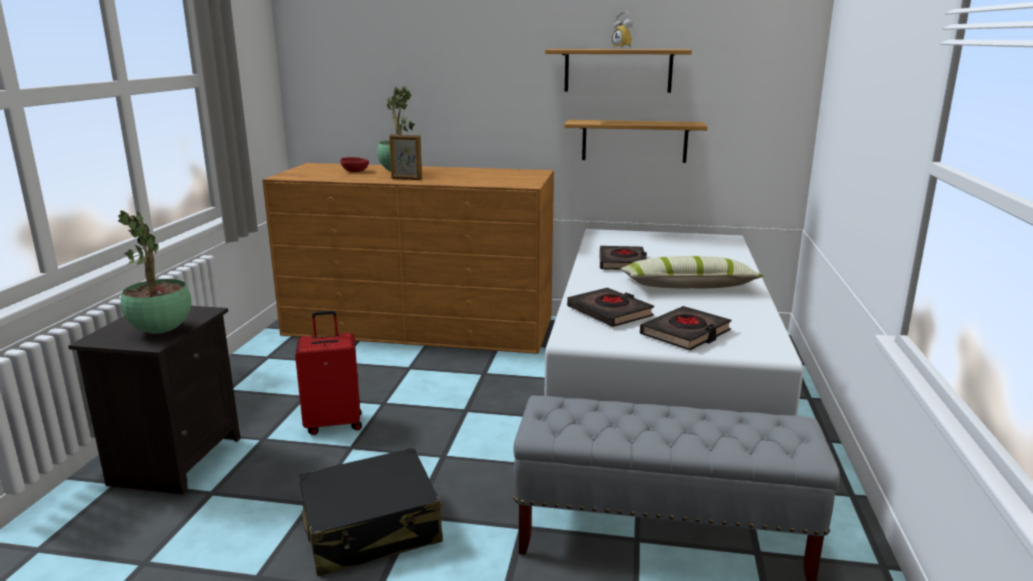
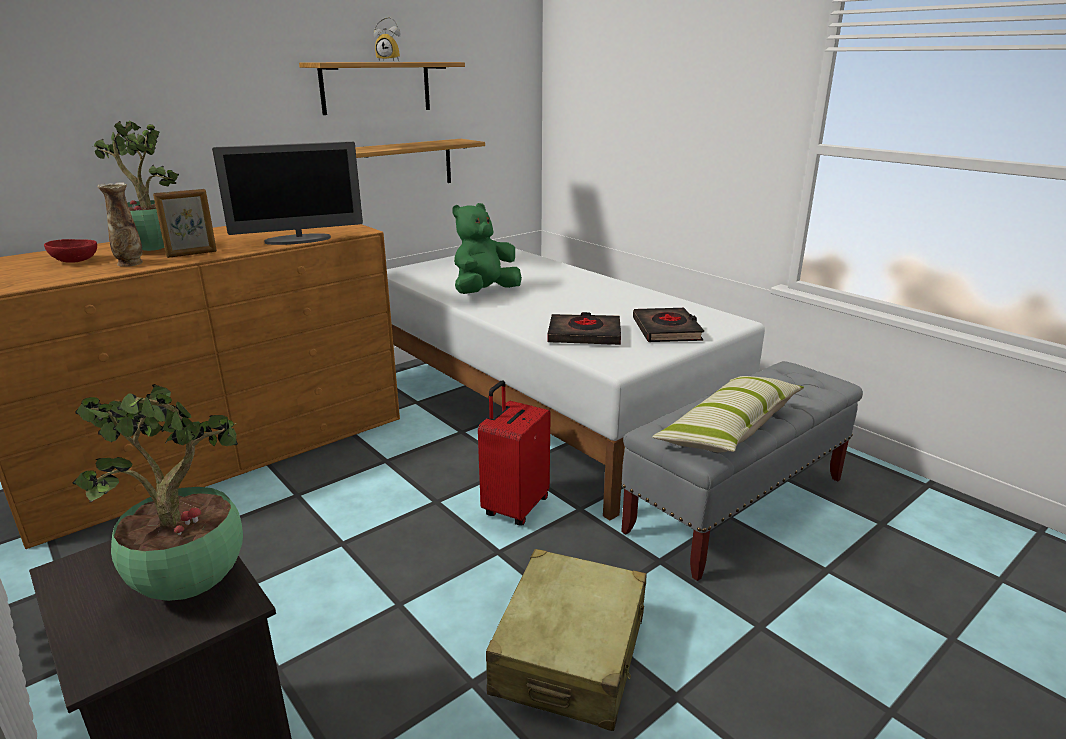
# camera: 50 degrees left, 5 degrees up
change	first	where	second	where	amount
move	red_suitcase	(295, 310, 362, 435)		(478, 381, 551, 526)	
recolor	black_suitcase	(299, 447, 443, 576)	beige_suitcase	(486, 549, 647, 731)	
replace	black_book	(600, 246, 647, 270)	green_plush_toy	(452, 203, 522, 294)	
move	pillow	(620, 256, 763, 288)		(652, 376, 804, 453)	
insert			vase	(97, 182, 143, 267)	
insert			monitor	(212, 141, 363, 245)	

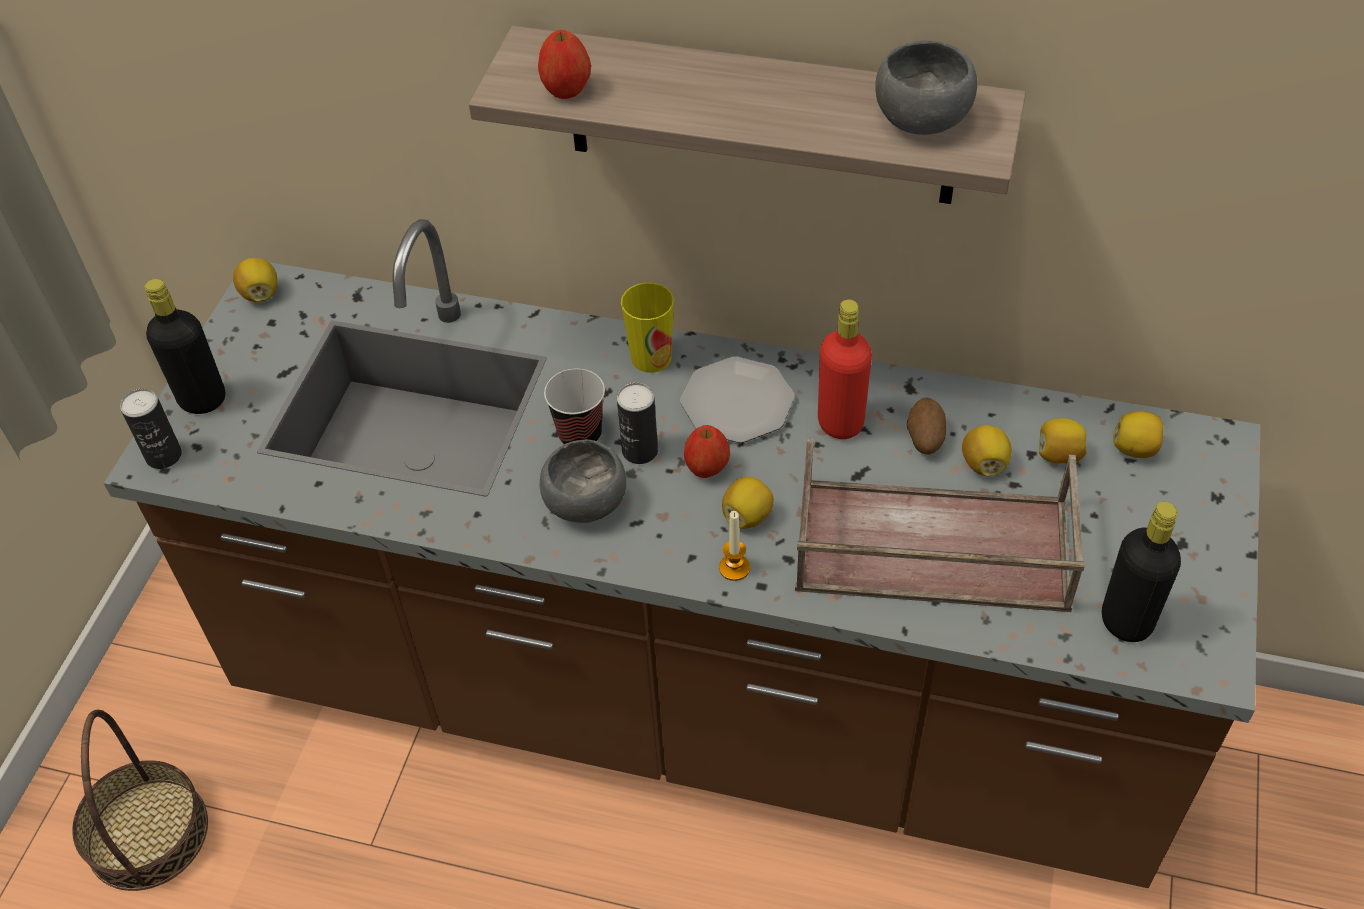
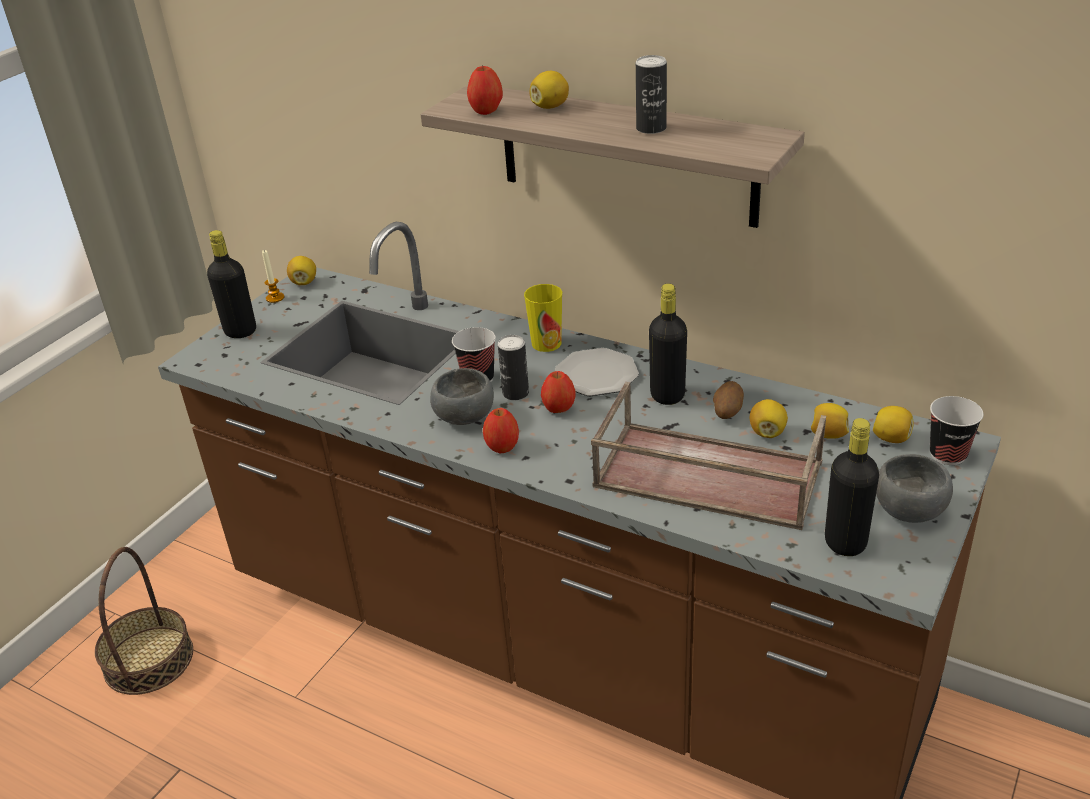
# camera: 15 degrees right, 15 degrees down
change	first	where	second	where	amount
move	can	(120, 389, 182, 469)		(636, 55, 667, 134)	
move	candle	(719, 511, 750, 581)		(262, 250, 284, 303)	
move	lemon	(722, 477, 774, 529)		(529, 71, 569, 109)	
recolor	red_bottle	(818, 299, 872, 439)	black_bottle	(649, 284, 687, 405)	
move	grey_bowl	(875, 40, 977, 135)		(876, 454, 953, 523)	
insert			apple	(483, 408, 519, 453)	
insert			cup	(930, 396, 984, 465)	

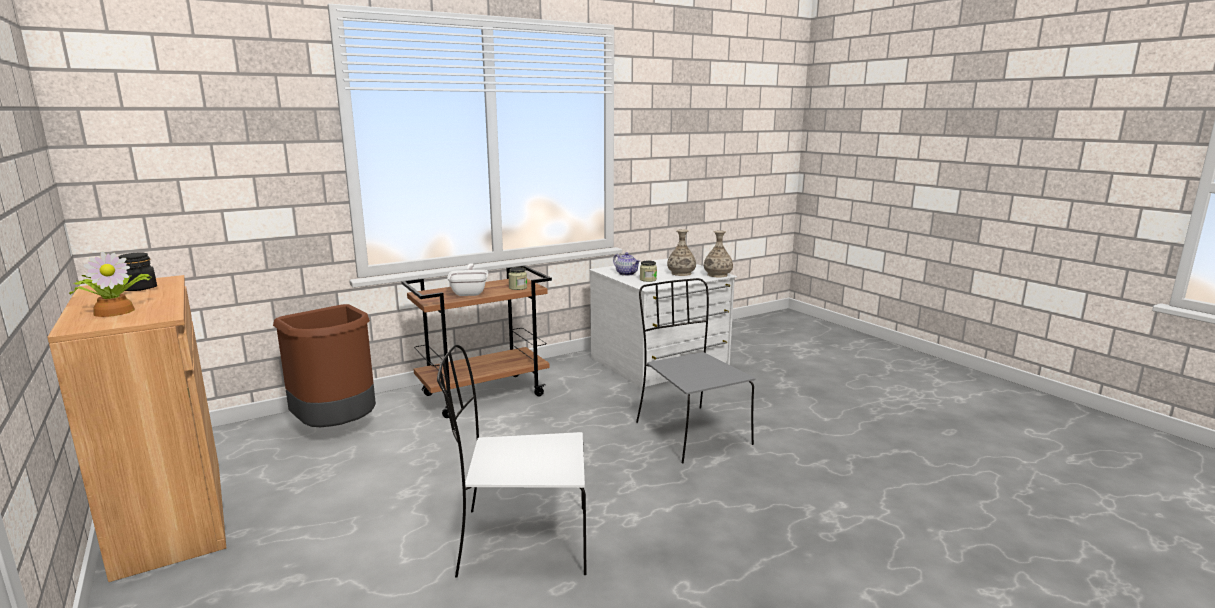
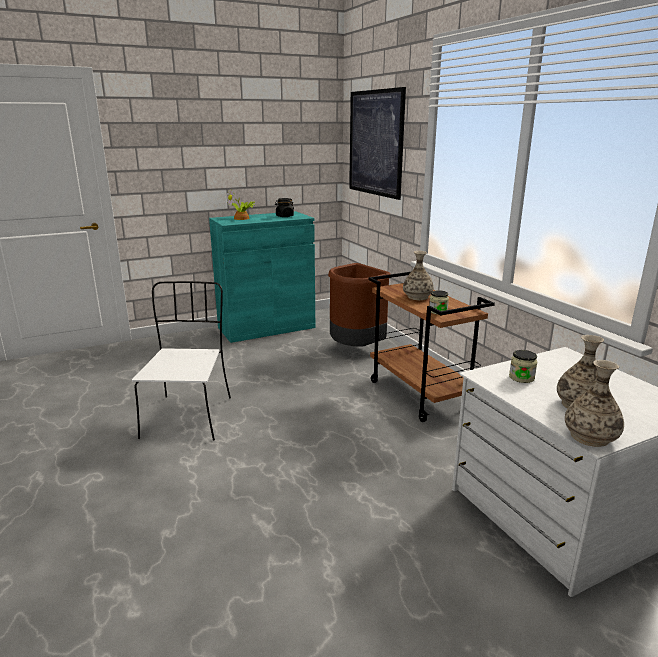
# camera: 95 degrees right, 5 degrees up
change	first	where	second	where	amount
recolor	brown_cabinet	(47, 275, 226, 582)	turquoise_cabinet	(209, 211, 315, 343)	
replace	frying_pan	(447, 263, 488, 296)	vase	(403, 251, 434, 300)	
delete	teapot	(613, 252, 640, 276)			
delete	grey_chair	(636, 278, 756, 463)			
insert			picture	(349, 87, 406, 200)	

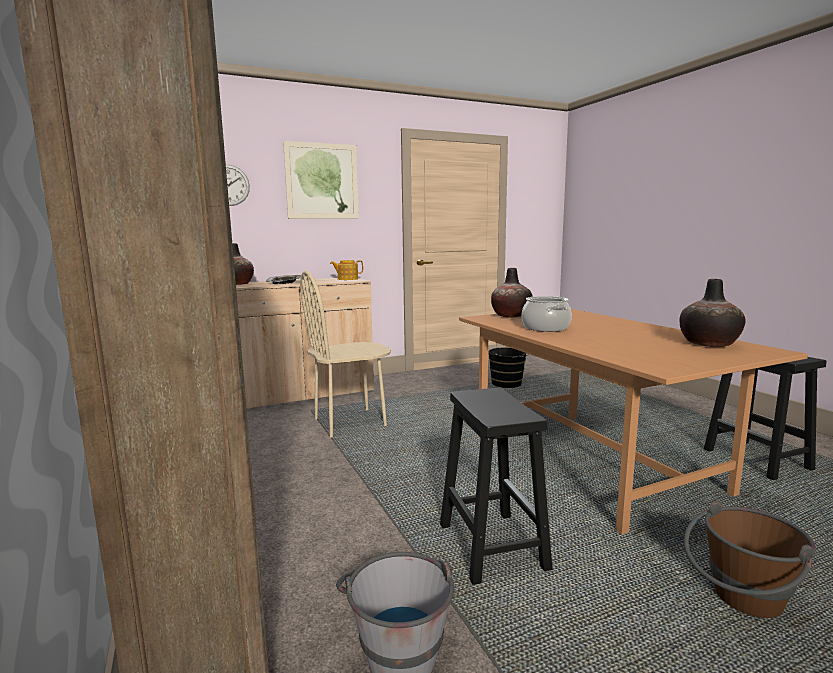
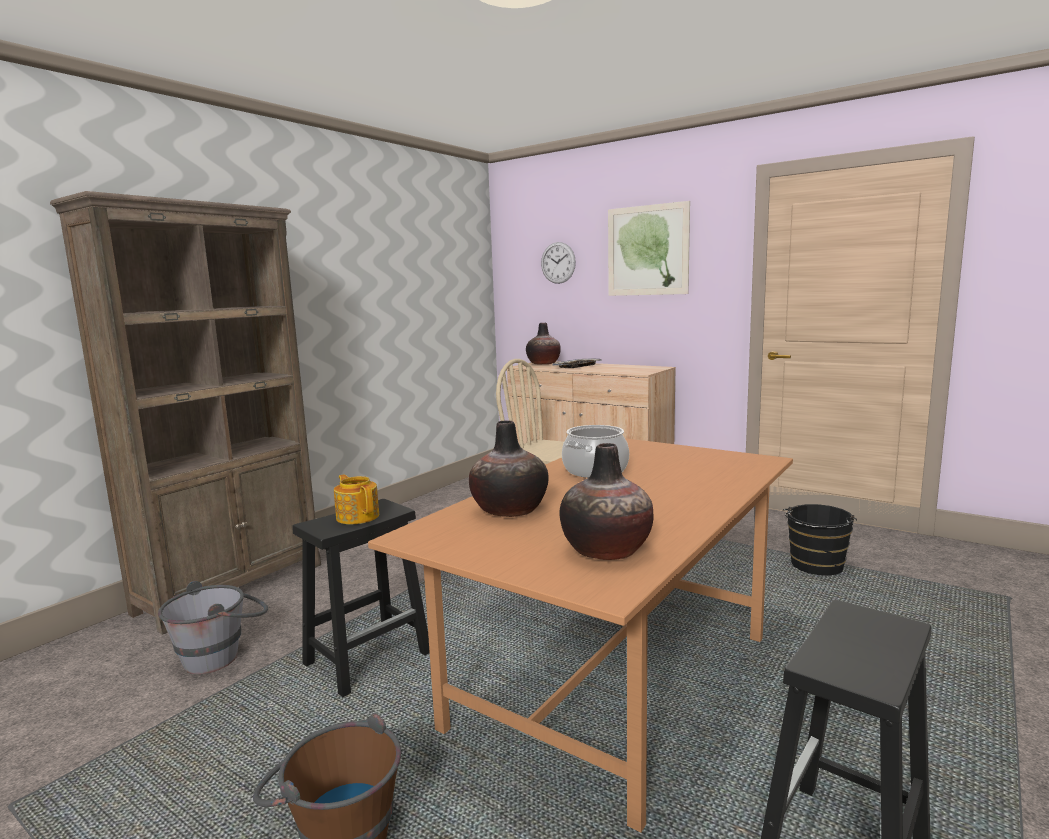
# camera: 60 degrees right, 0 degrees up
change	first	where	second	where	amount
move	teapot	(330, 260, 363, 280)		(334, 474, 379, 524)	
move	vase	(491, 268, 533, 318)		(469, 420, 549, 517)	

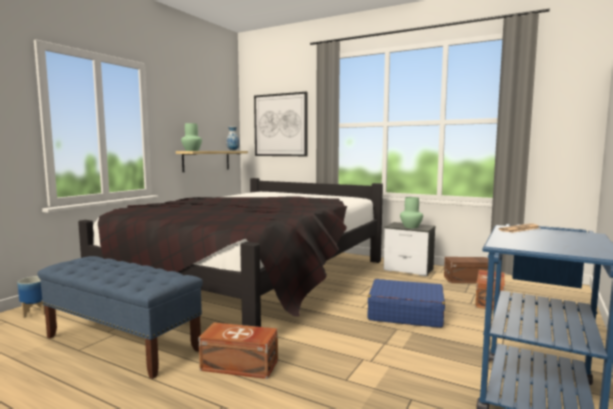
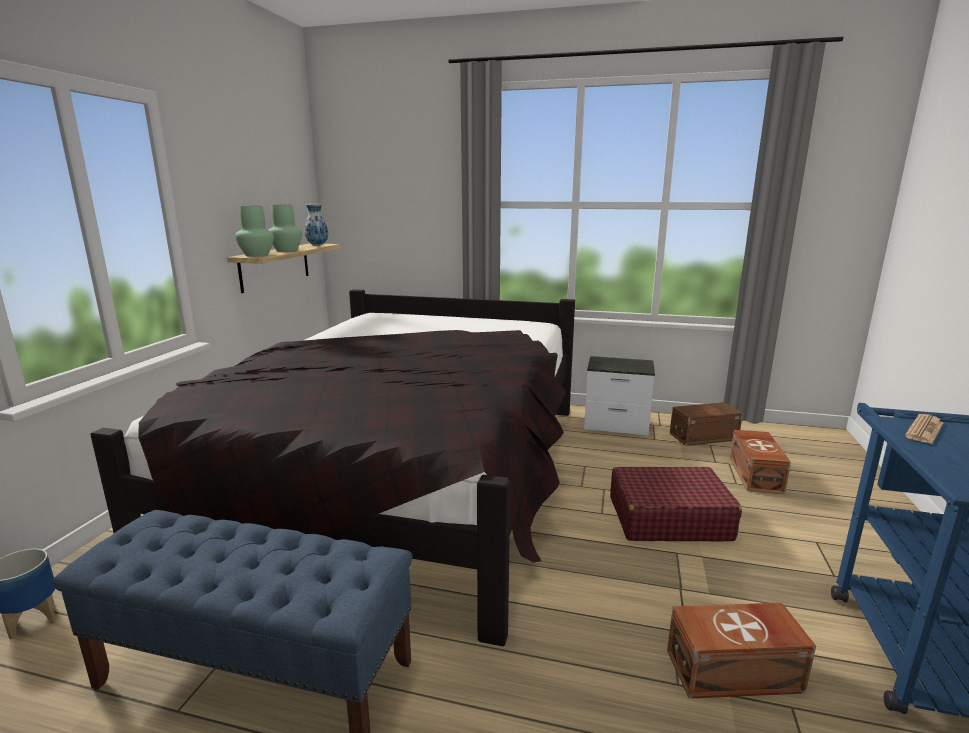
# camera: 15 degrees left, 10 degrees up
change	first	where	second	where	amount
move	brown_storage_box	(198, 323, 278, 379)		(667, 602, 816, 699)	
delete	picture	(254, 92, 308, 156)			
recolor	blue_suitcase	(367, 279, 445, 328)	red_suitcase	(610, 467, 742, 541)	
move	green_vase	(400, 197, 423, 228)		(268, 205, 303, 252)	

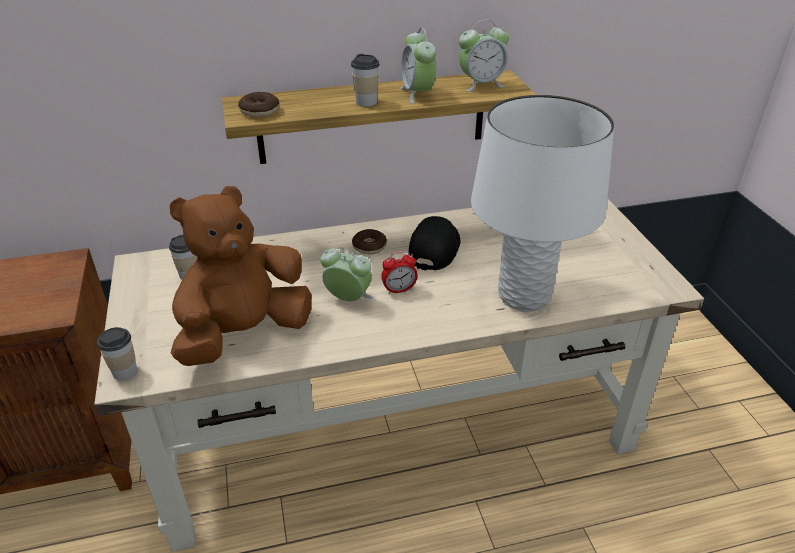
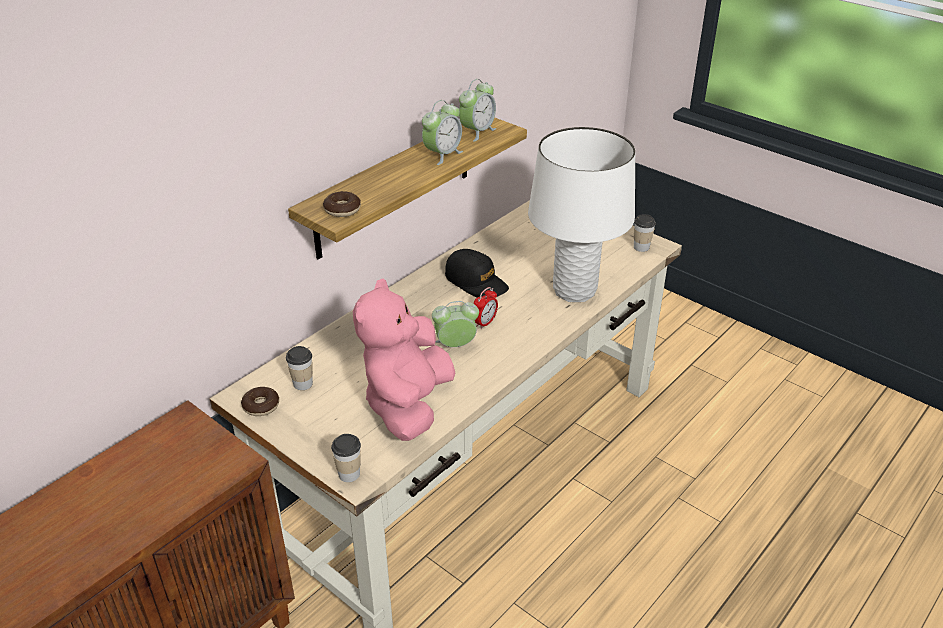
# camera: 35 degrees left, 0 degrees up
change	first	where	second	where	amount
recolor	brown_plush_toy	(170, 186, 312, 366)	pink_plush_toy	(353, 279, 455, 441)	
move	cup	(351, 54, 380, 107)		(634, 214, 656, 252)	
move	donut	(352, 229, 387, 254)		(241, 387, 279, 416)	
rotate	alarm_clock	(400, 28, 436, 104)		(422, 100, 463, 165)	90 degrees counterclockwise
rotate	black_cap	(409, 216, 460, 271)		(445, 249, 509, 297)	150 degrees clockwise

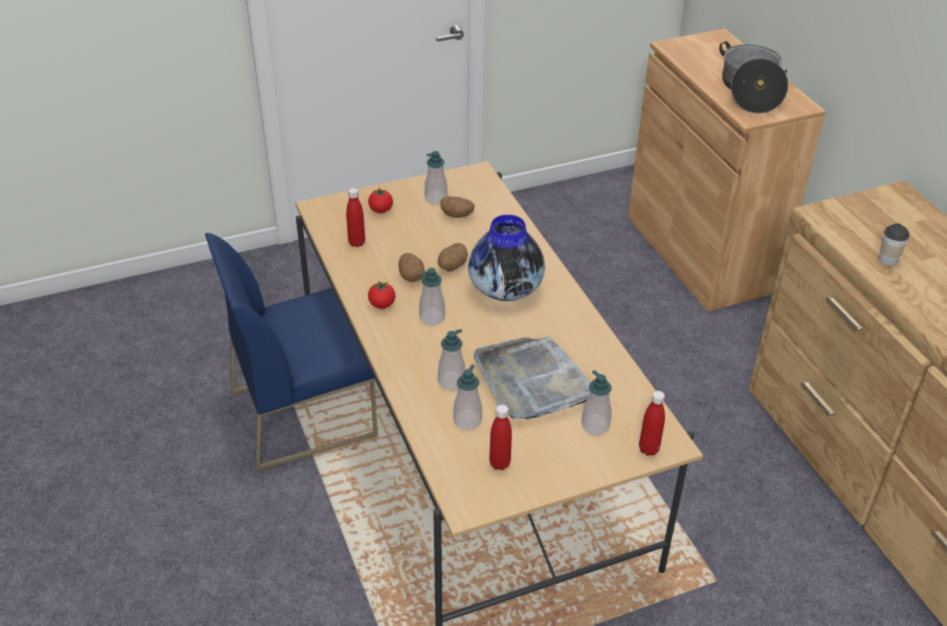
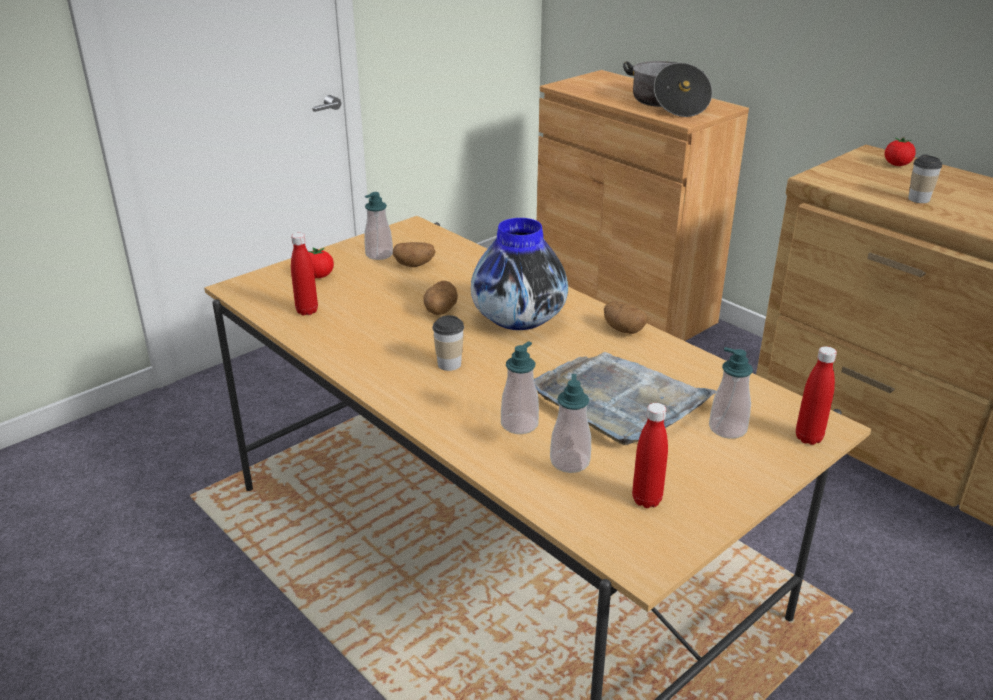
# camera: 20 degrees left, 10 degrees down
change	first	where	second	where	amount
delete	blue_chair	(205, 233, 378, 471)			
move	tomato	(368, 280, 395, 309)		(884, 137, 916, 166)	
move	potato	(399, 253, 425, 282)		(604, 301, 647, 334)	
replace	soap_dispenser	(419, 268, 445, 325)	cup	(433, 315, 464, 371)	

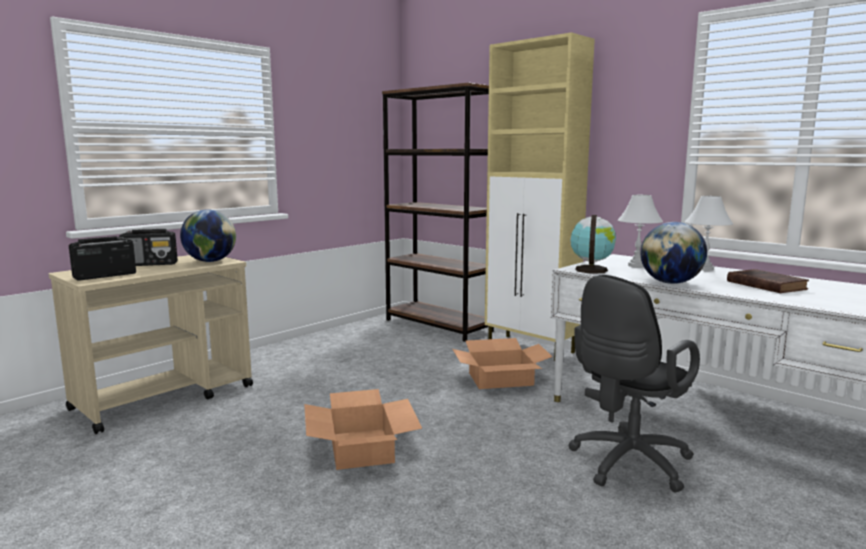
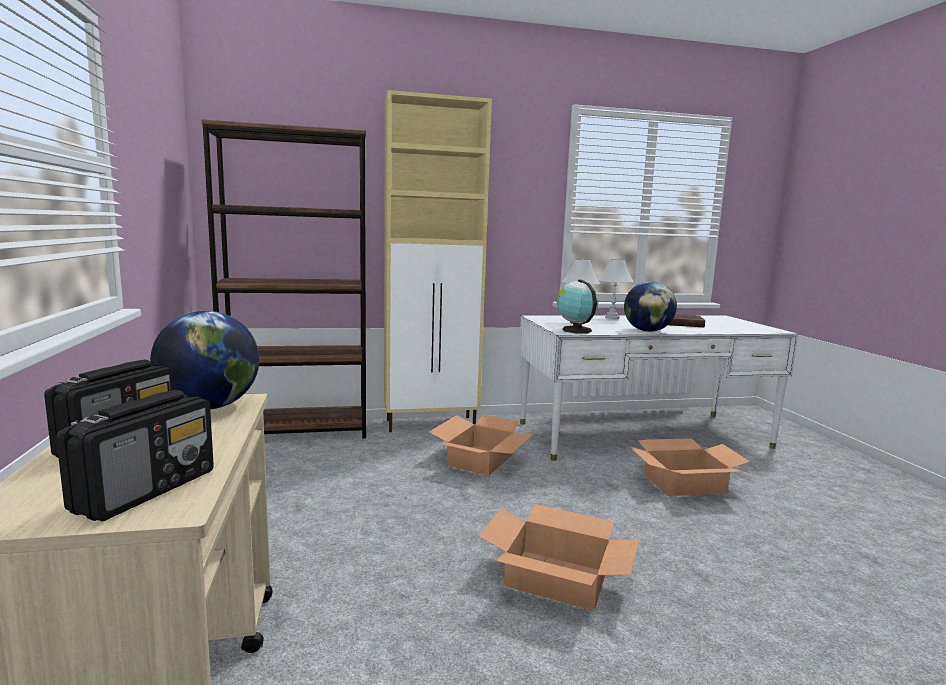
# camera: 55 degrees left, 0 degrees up
change	first	where	second	where	amount
rotate	radio	(69, 236, 136, 281)		(56, 390, 214, 521)	150 degrees counterclockwise
replace	black_office_chair	(568, 275, 700, 493)	cardboard_box	(629, 438, 750, 496)	

